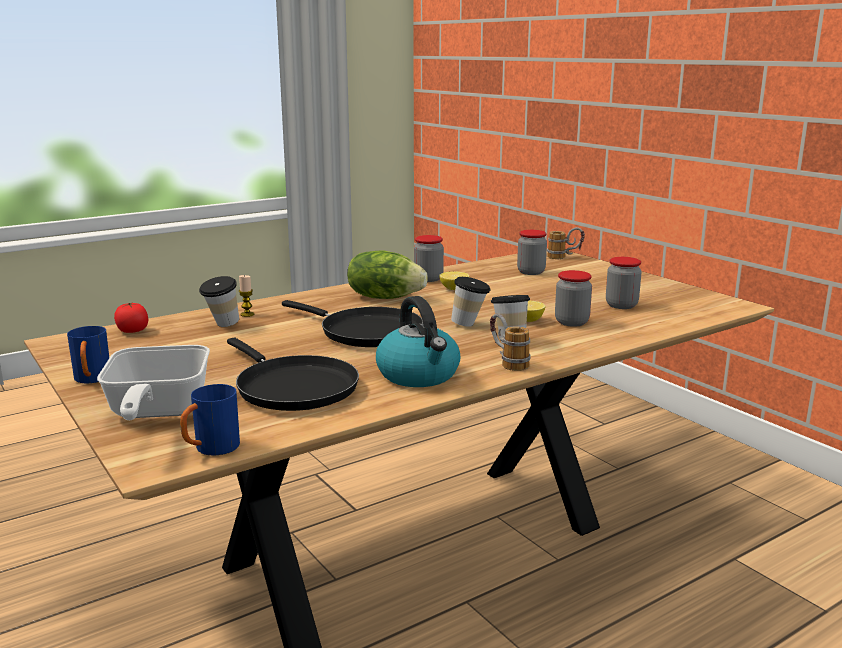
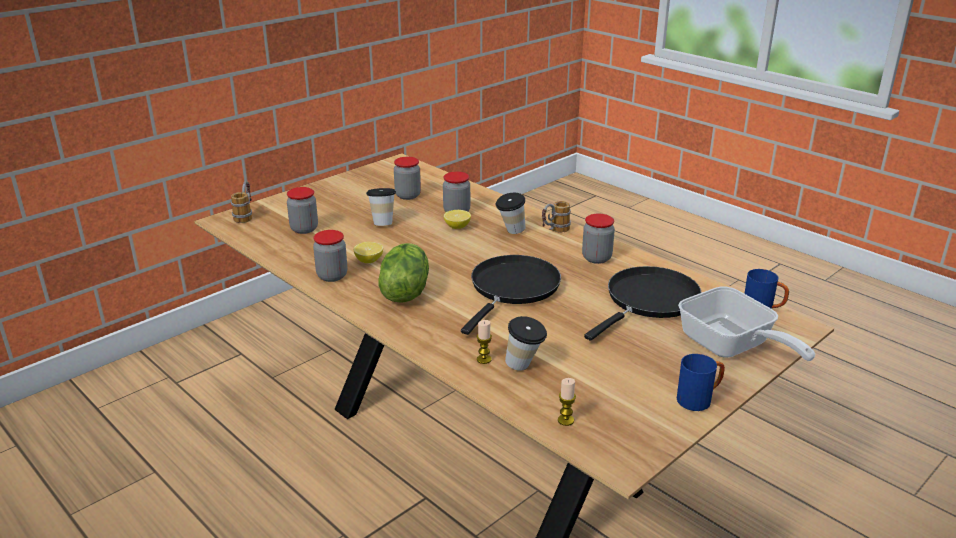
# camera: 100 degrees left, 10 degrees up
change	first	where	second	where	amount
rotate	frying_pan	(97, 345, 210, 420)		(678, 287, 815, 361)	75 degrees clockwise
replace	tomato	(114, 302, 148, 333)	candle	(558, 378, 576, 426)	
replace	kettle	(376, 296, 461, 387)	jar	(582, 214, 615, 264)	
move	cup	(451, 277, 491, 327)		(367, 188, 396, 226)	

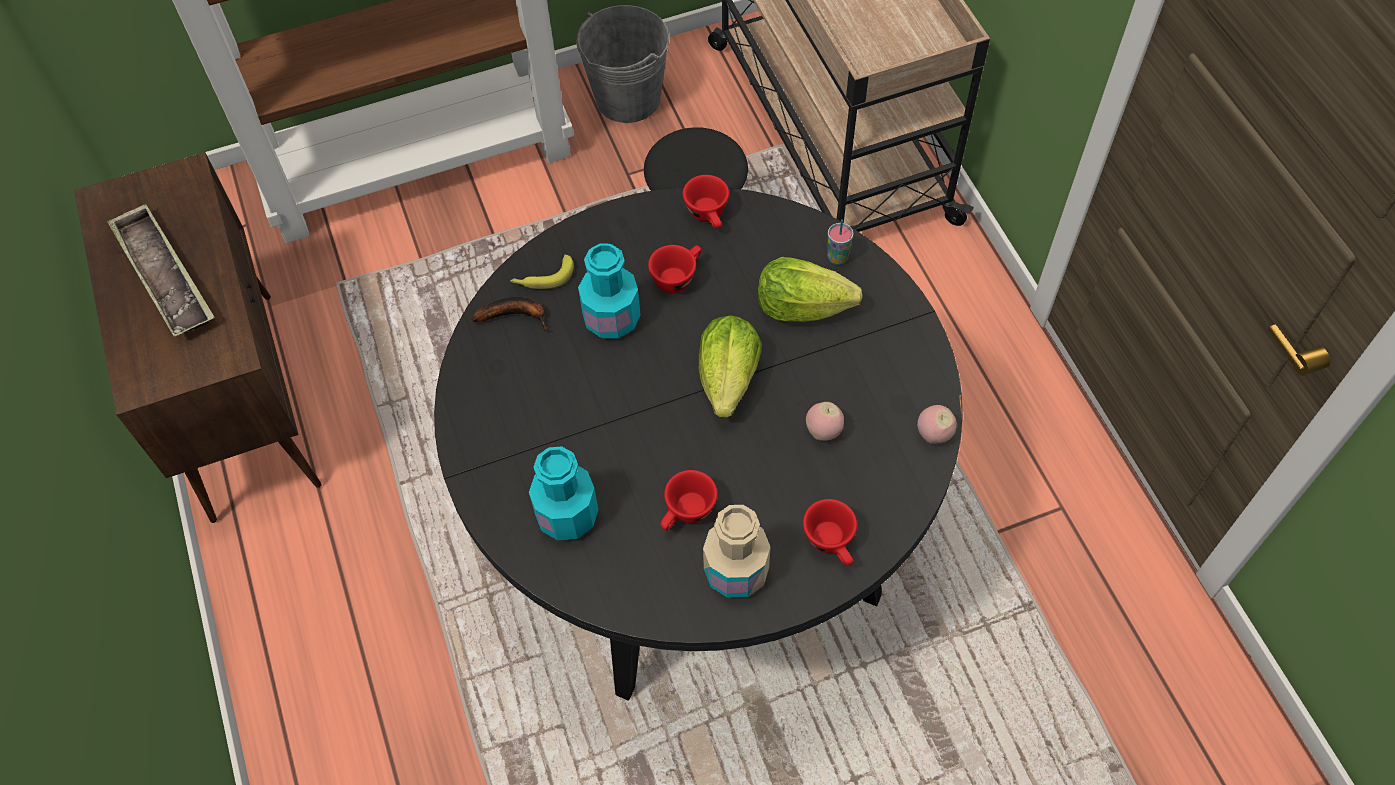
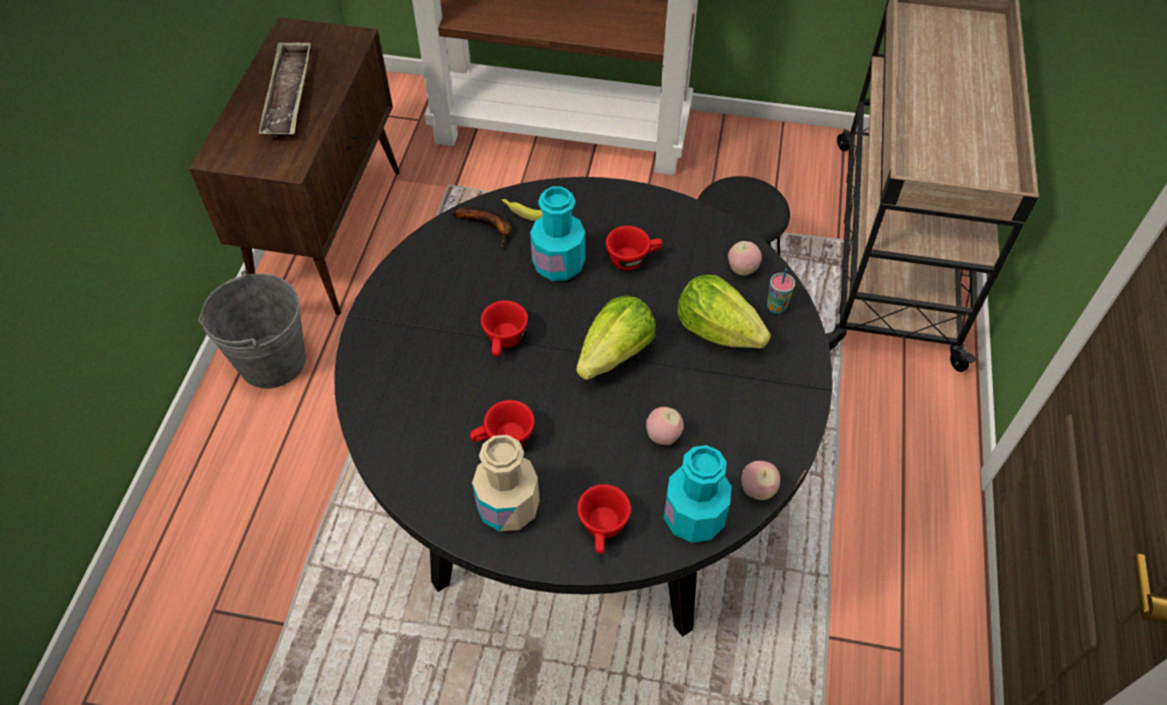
# camera: 30 degrees right, 5 degrees down
change	first	where	second	where	amount
move	turquoise_bottle	(529, 447, 599, 540)		(664, 445, 732, 543)	
move	grey_bucket	(576, 5, 669, 123)		(198, 271, 306, 389)	
move	red_cup	(683, 175, 729, 229)		(481, 300, 528, 357)	
insert			apple	(728, 241, 762, 276)	

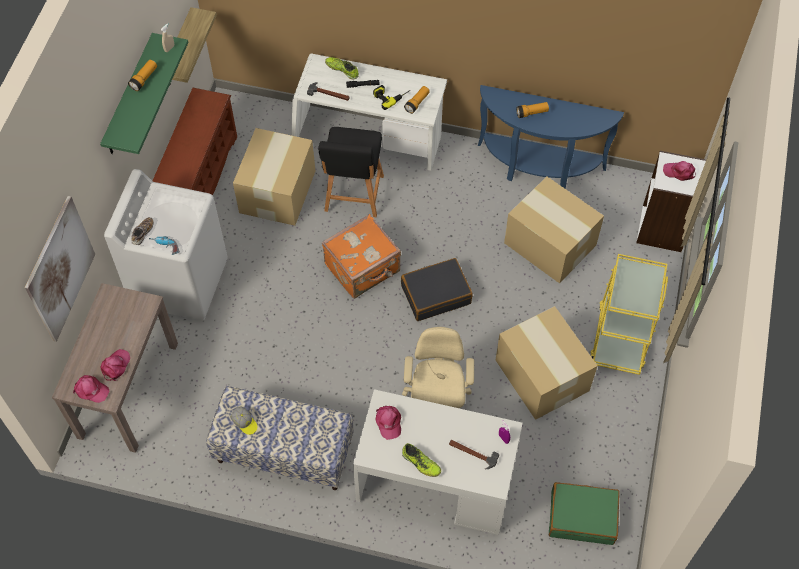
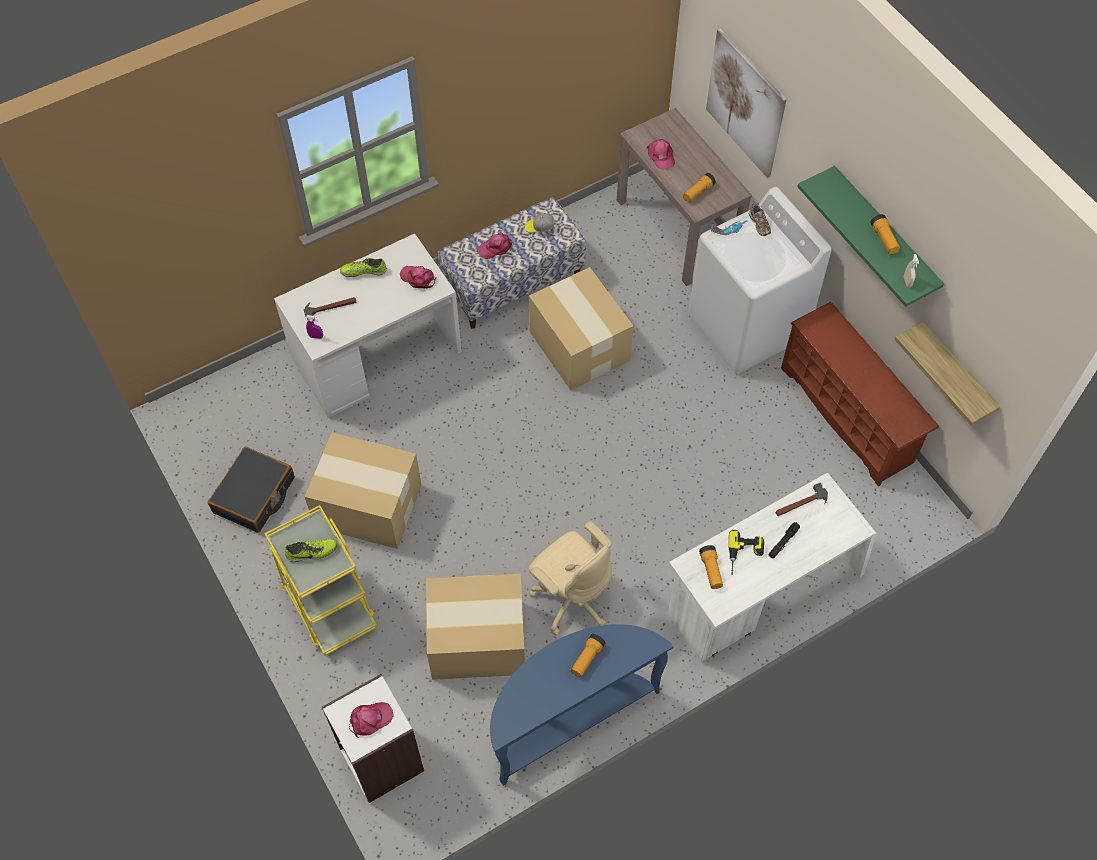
# camera: 135 degrees right, 0 degrees up
change	first	where	second	where	amount
move	pink_cap	(73, 375, 109, 403)		(477, 233, 512, 259)	
move	cardboard_box	(233, 128, 315, 226)		(529, 267, 634, 391)	
delete	black_stool	(318, 127, 384, 217)			
delete	orange_suitcase	(322, 214, 401, 299)			
move	shoe	(325, 57, 359, 79)		(285, 539, 337, 562)	
move	black_suitcase	(401, 258, 473, 321)		(208, 446, 295, 533)	
move	beige_office_chair	(402, 327, 474, 408)		(529, 521, 612, 636)	
delete	green_suitcase	(549, 482, 620, 545)			
insert			flashlight	(683, 173, 716, 203)	

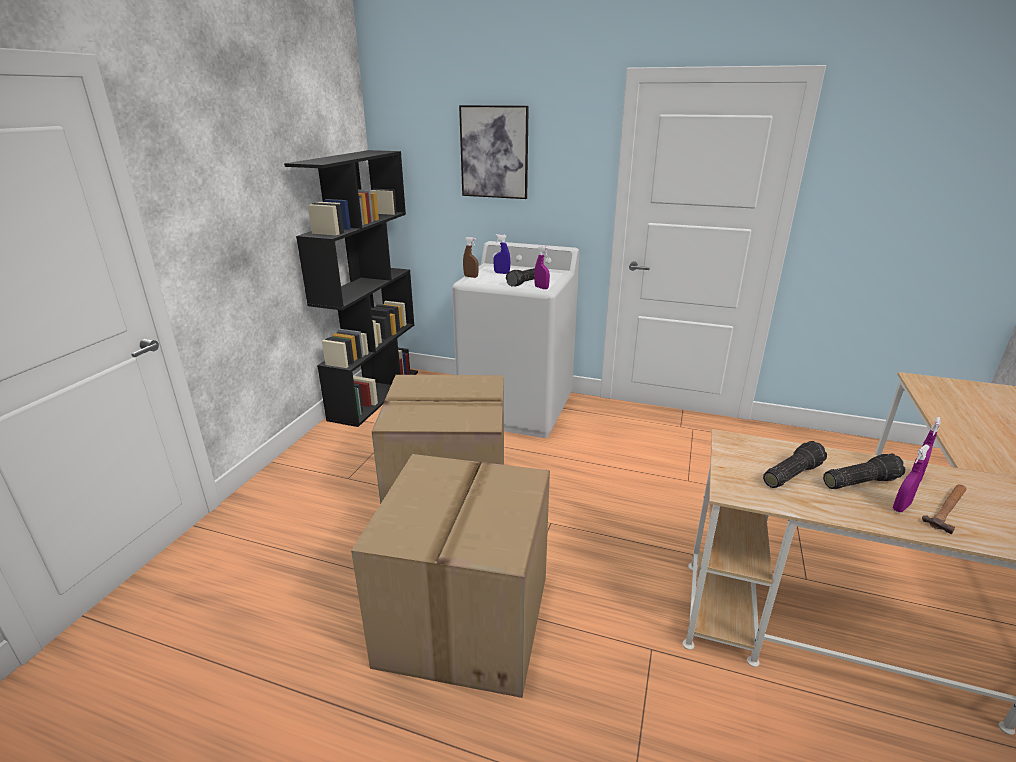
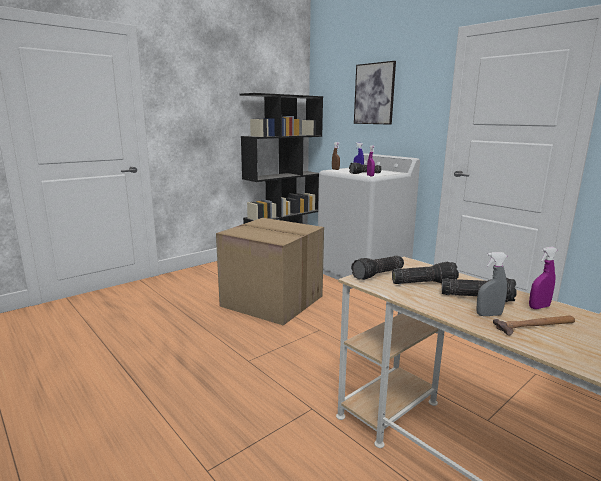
# camera: 30 degrees right, 10 degrees down
change	first	where	second	where	amount
delete	cardboard_box	(351, 454, 550, 698)			
recolor	purple_spray_bottle	(893, 444, 930, 512)	grey_spray_bottle	(476, 252, 507, 316)	
insert			flashlight	(351, 256, 404, 280)	

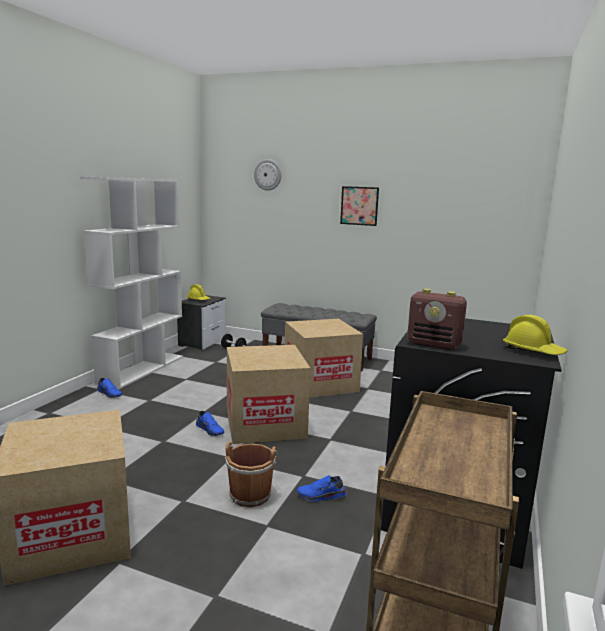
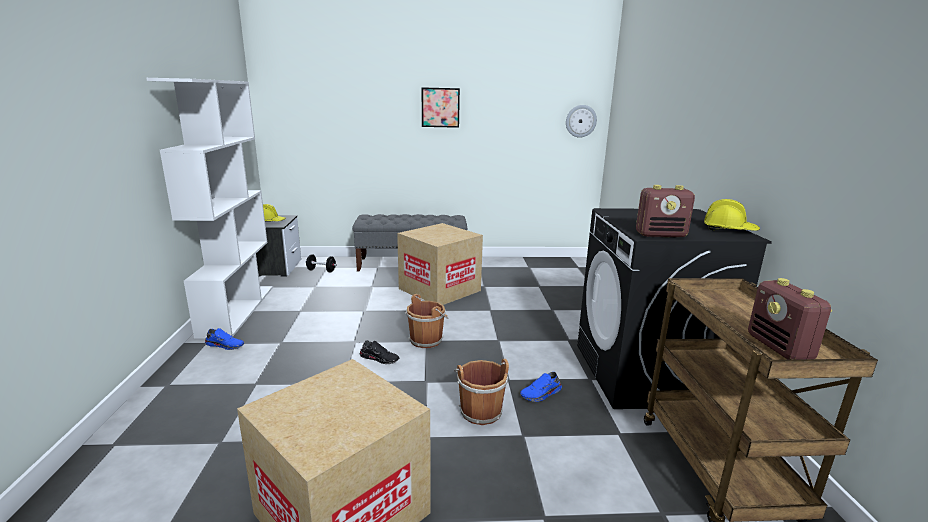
# camera: 25 degrees left, 5 degrees up
change	first	where	second	where	amount
recolor	blue_shoe	(196, 411, 224, 436)	black_shoe	(360, 341, 399, 364)	
replace	cardboard_box	(227, 345, 310, 444)	brown_bucket	(405, 294, 448, 348)	
move	wall_clock	(254, 159, 281, 191)		(566, 105, 597, 138)	
insert			radio	(748, 278, 832, 360)	

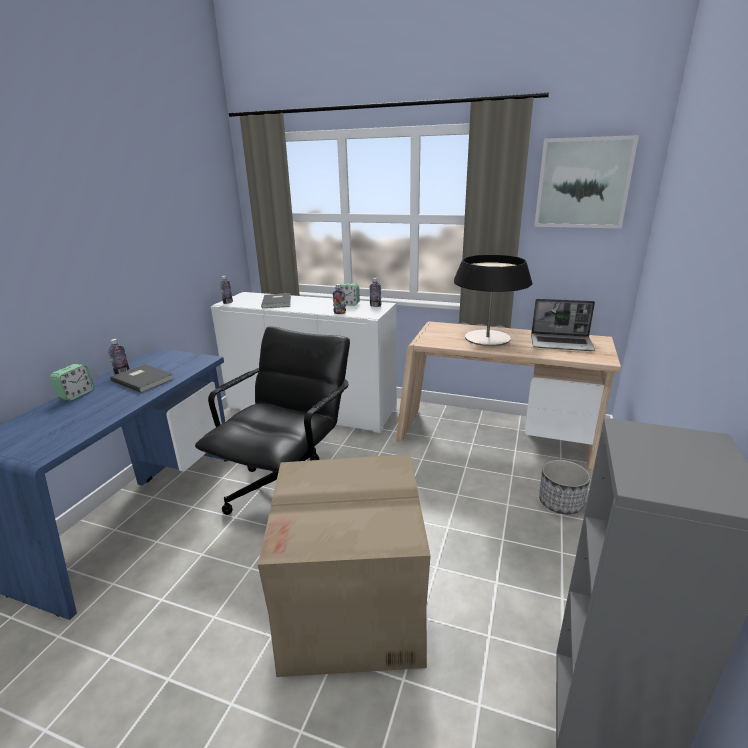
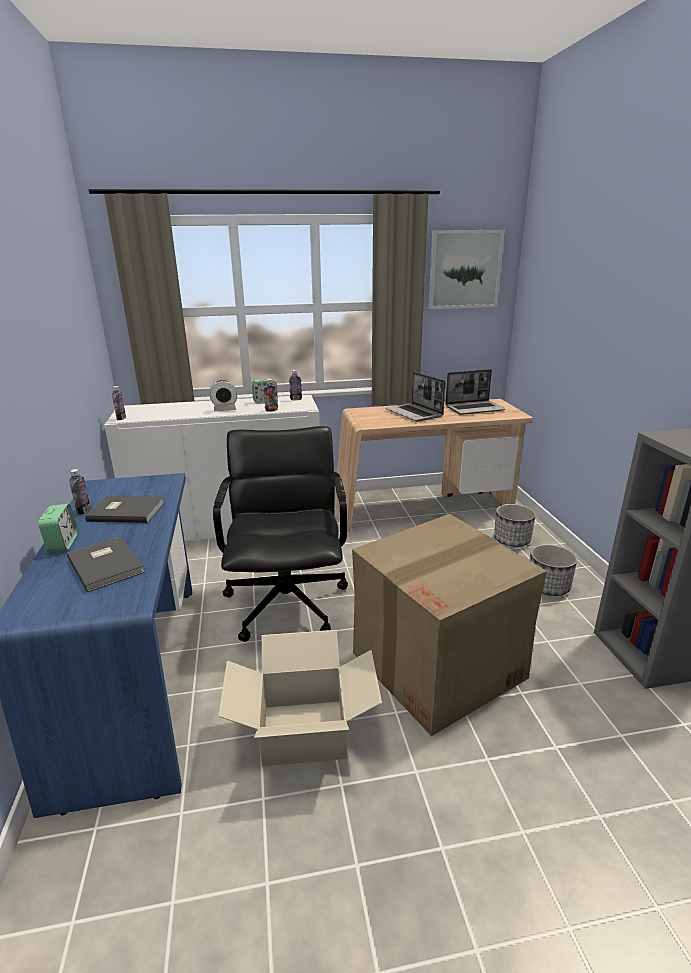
# camera: 30 degrees left, 0 degrees up
change	first	where	second	where	amount
move	grey_book	(261, 293, 291, 308)		(67, 537, 145, 592)	
replace	table_lamp	(454, 255, 532, 346)	laptop	(386, 372, 446, 422)	
insert			alarm_clock	(210, 380, 237, 412)	
insert			cardboard_box	(218, 630, 382, 767)	
insert			planter	(530, 544, 577, 596)	

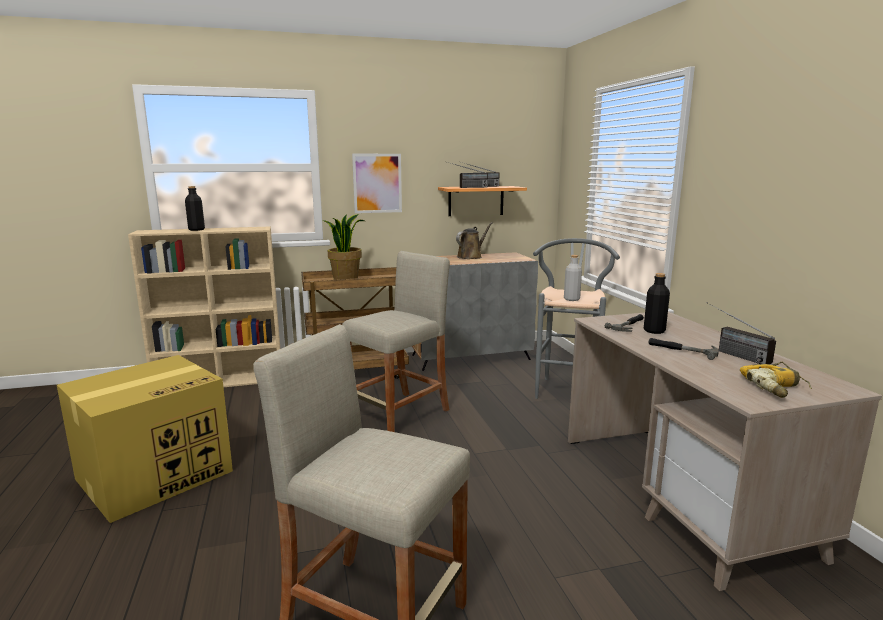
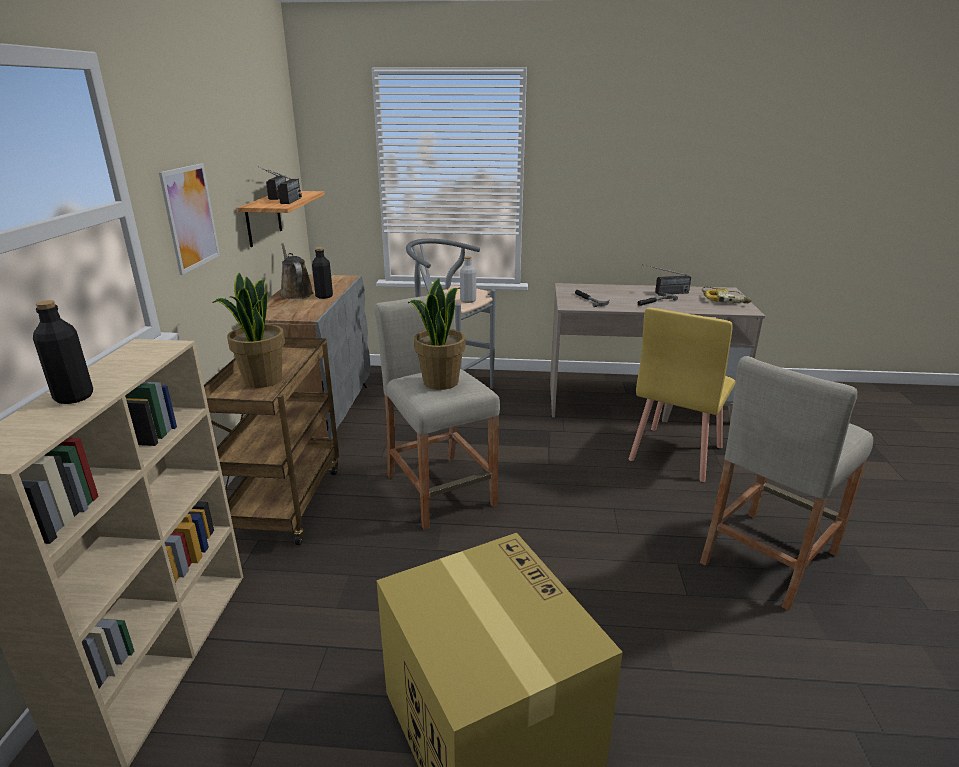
# camera: 70 degrees left, 10 degrees up
change	first	where	second	where	amount
move	black_bottle	(644, 273, 670, 334)		(312, 247, 333, 299)	
insert			potted_plant	(408, 278, 466, 390)	
insert			yellow_chair	(629, 308, 735, 482)	

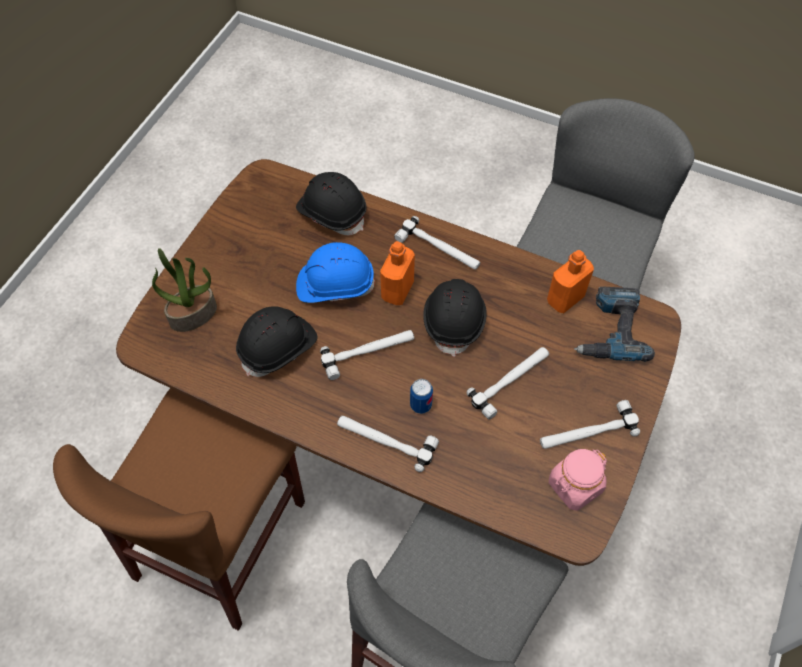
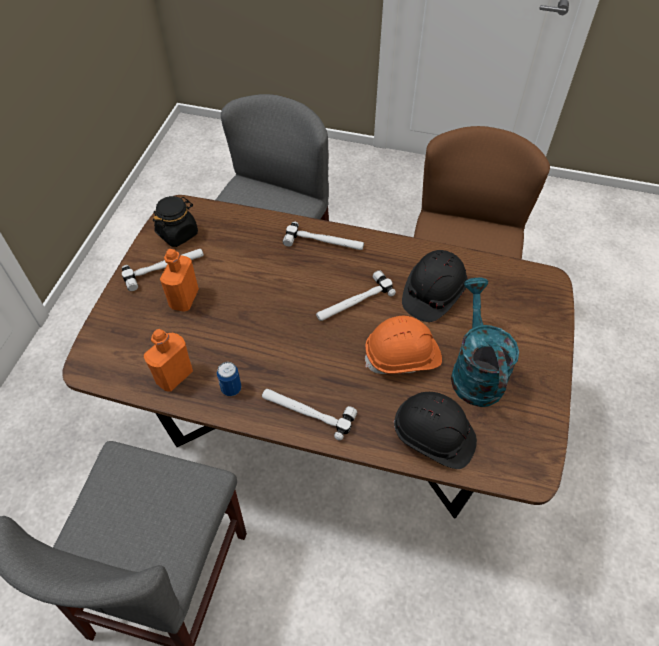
# camera: 170 degrees right, 5 degrees down
change	first	where	second	where	amount
delete	potted_plant	(152, 248, 217, 332)			
recolor	blue_hard_hat	(296, 242, 375, 303)	orange_hard_hat	(365, 316, 442, 374)	
move	orange_bottle	(380, 241, 415, 305)		(160, 249, 199, 312)	
move	can	(410, 379, 433, 414)		(217, 362, 241, 396)	
delete	black_hard_hat	(423, 279, 487, 357)			
delete	hammer	(467, 347, 549, 419)			
recolor	pink_jar	(549, 449, 607, 511)	black_jar	(153, 196, 198, 247)	
delete	power_drill	(574, 287, 655, 362)			
insert			turquoise_watering_can	(451, 278, 519, 407)	

